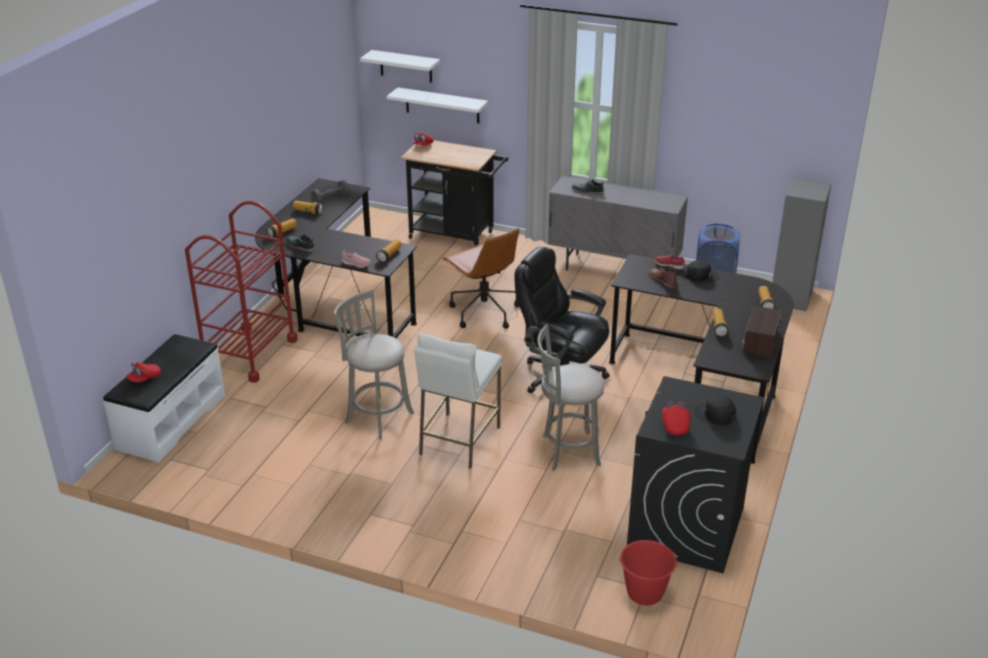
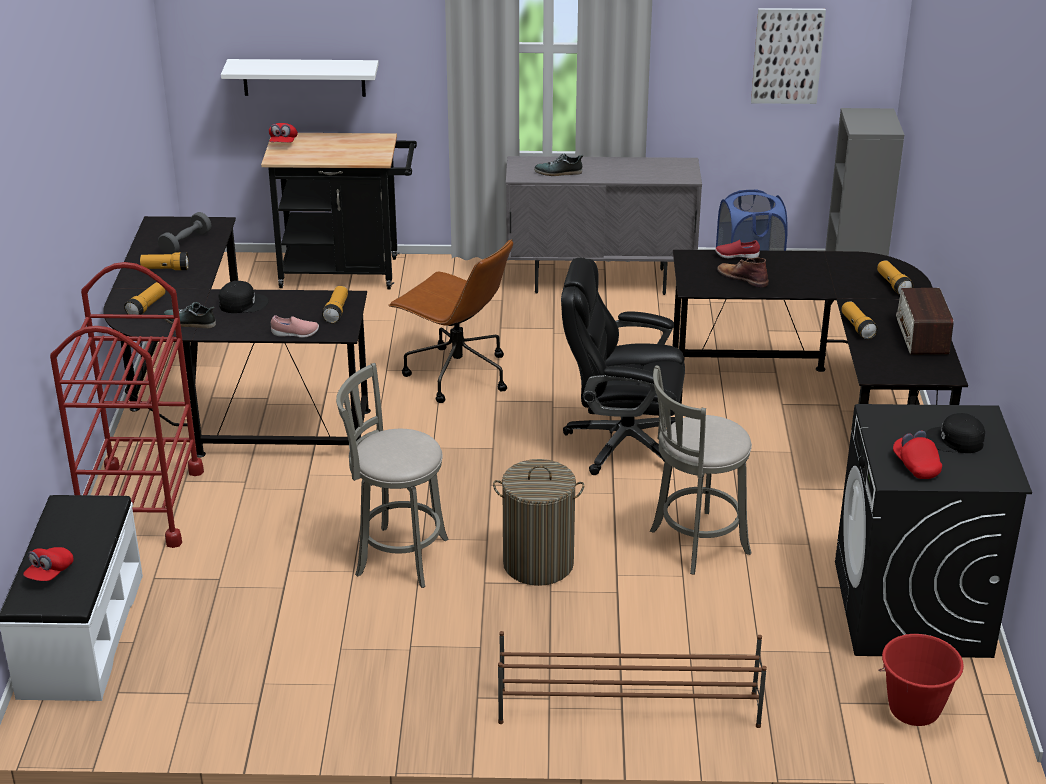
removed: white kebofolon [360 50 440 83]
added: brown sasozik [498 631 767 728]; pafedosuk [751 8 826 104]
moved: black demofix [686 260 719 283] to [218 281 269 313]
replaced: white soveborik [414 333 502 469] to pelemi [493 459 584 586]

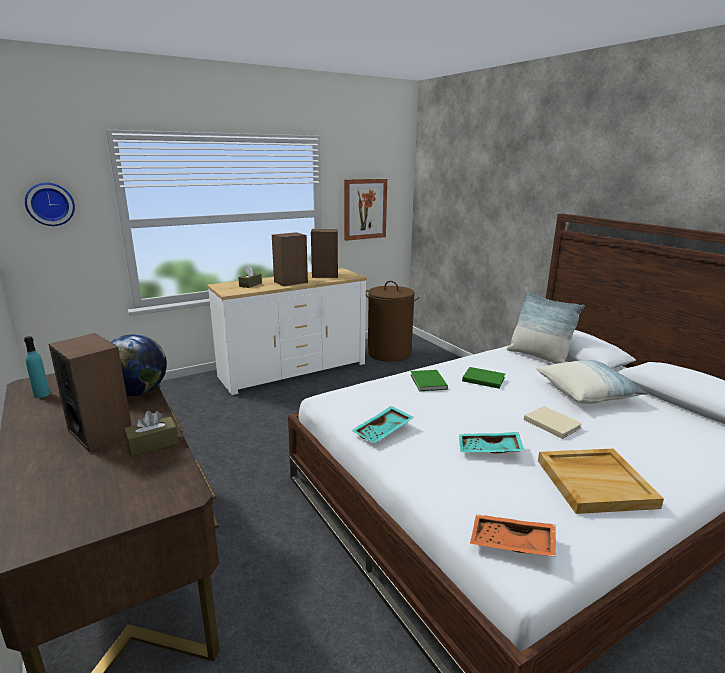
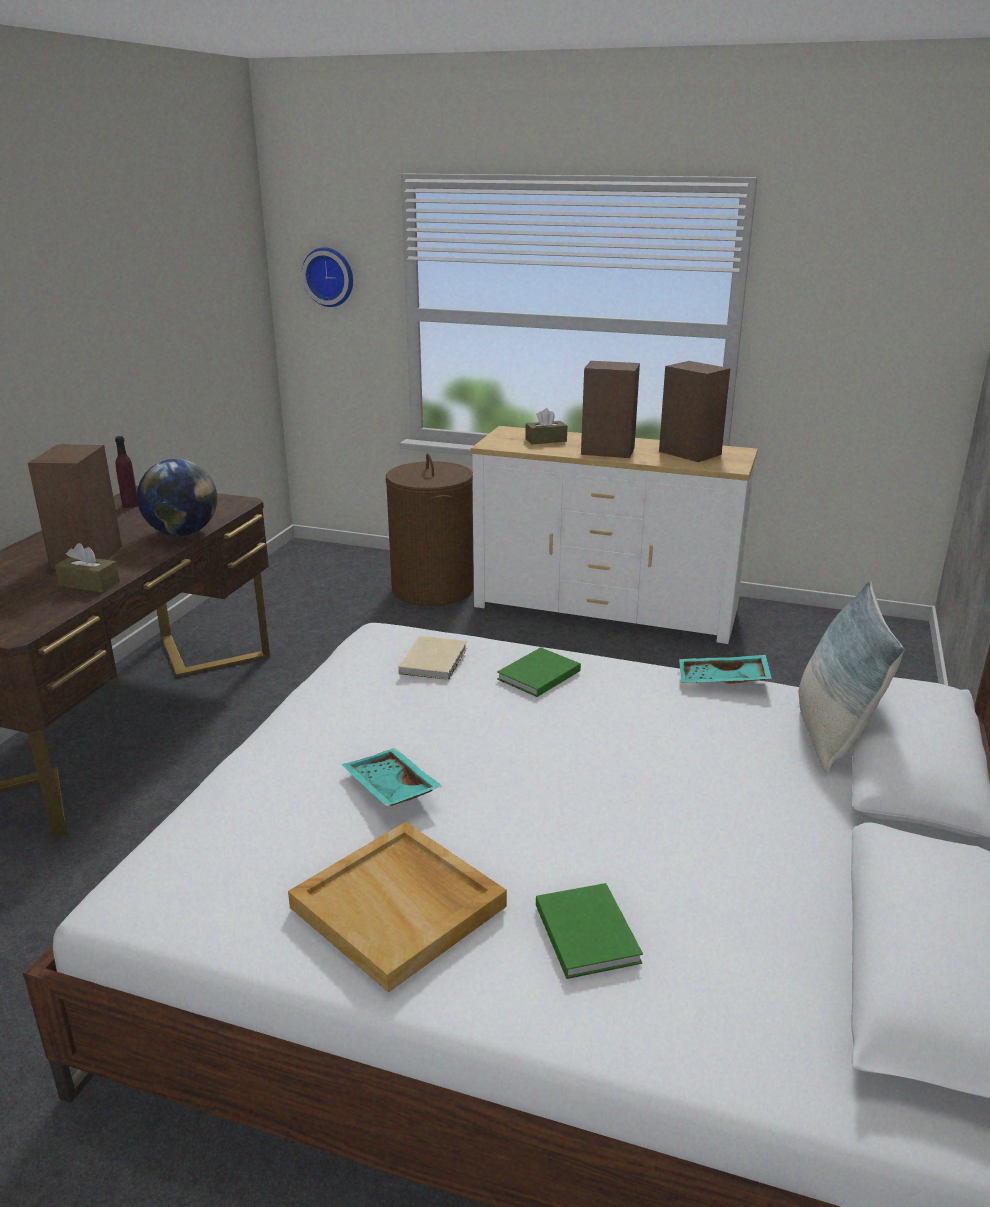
removed: pafedosuk [344 179 387 241]; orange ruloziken [470 515 556 557]; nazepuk [536 360 649 404]
moved: turquoise ruloziken [351 406 414 443] to [679 655 772 684]; brown pelemi [366 281 419 362] to [386 453 474 606]; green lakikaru [462 367 505 389] to [536 883 643 979]; beige lakikaru [524 406 583 439] to [399 636 467 680]
recoloured: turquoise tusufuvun [24 336 50 398] to purple tusufuvun [115 436 138 508]

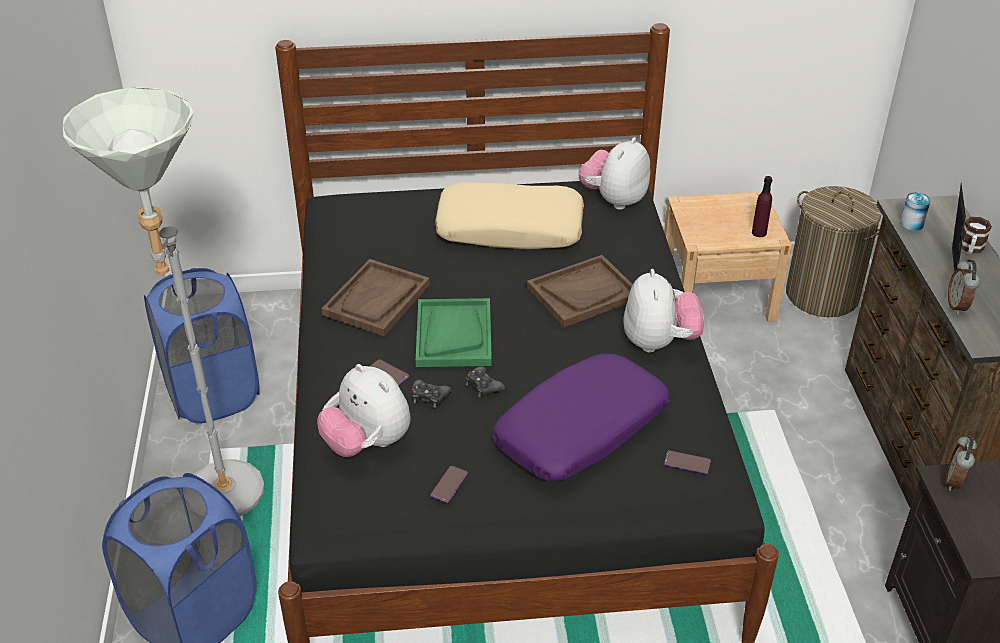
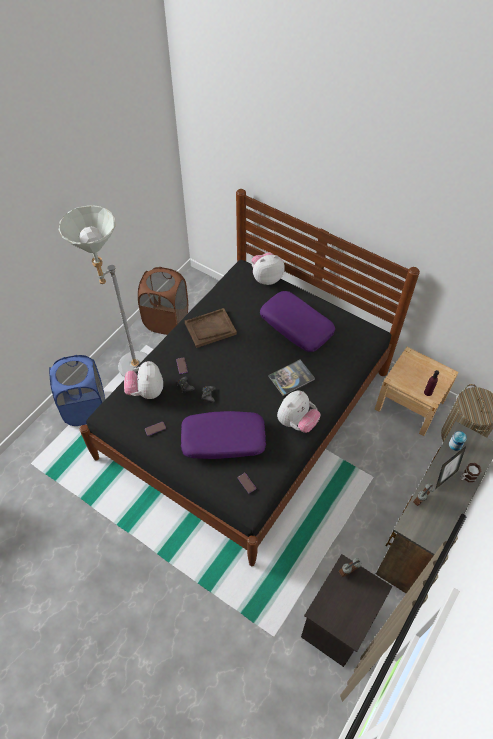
removed: green ruloziken [416 298 492 367]
moved: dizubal [578 137 651 210] to [252 252 285 285]
replaced: brown ruloziken [527 255 633 327] to lakikaru [268 360 315 396]
recoloured: blue pelemi [144 268 260 424] to brown pelemi [138 267 188 335]; beige nazepuk [435 182 584 249] to purple nazepuk [260 291 335 352]

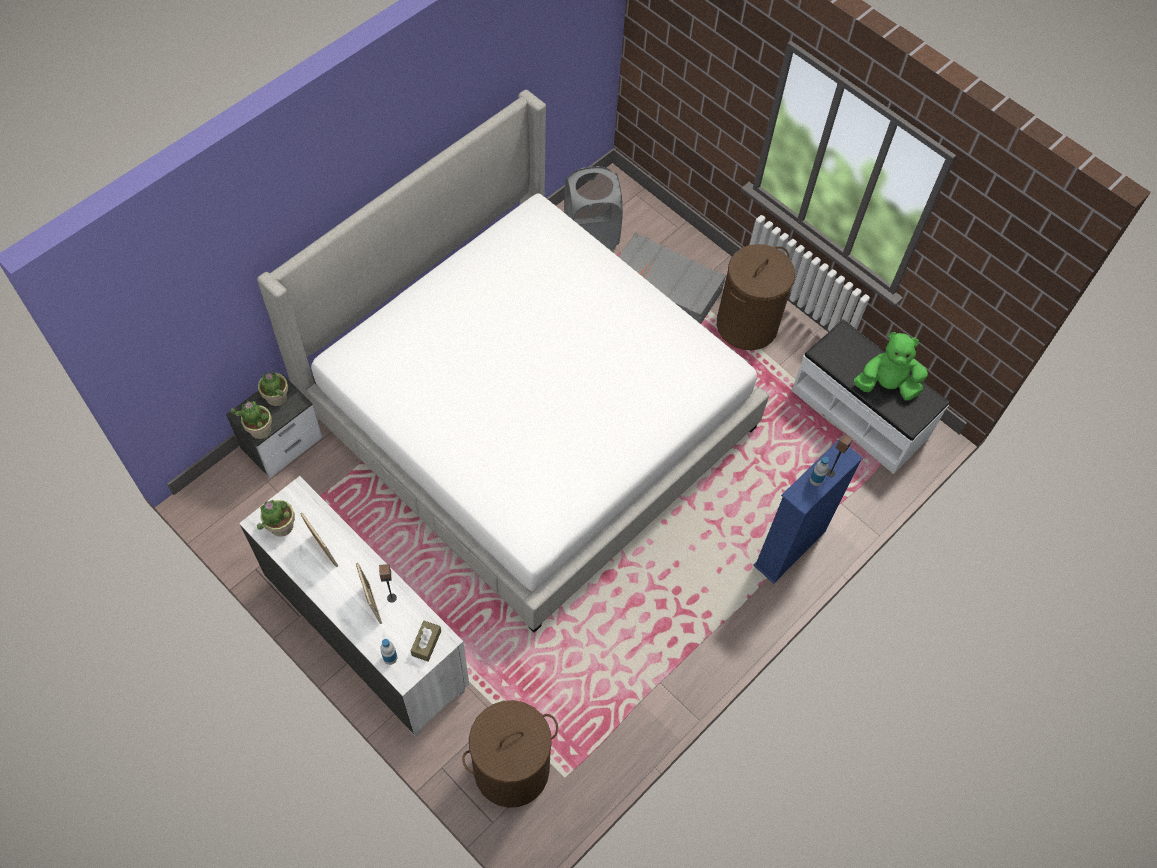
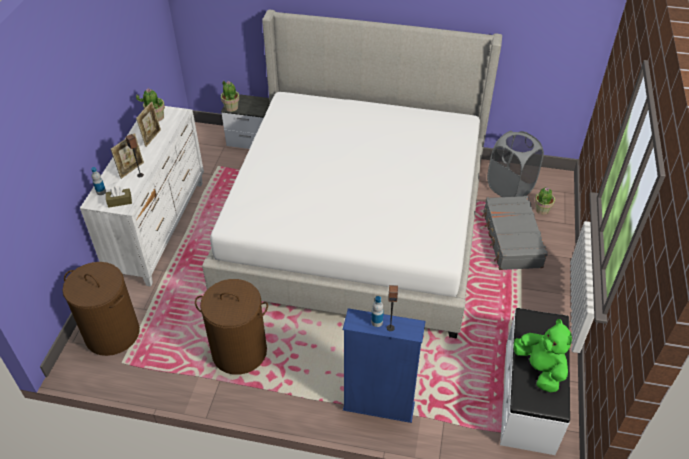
moved: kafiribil [258 372 288 406] to [535 187 555 215]; brown pelemi [717 244 795 350] to [195 279 268 375]

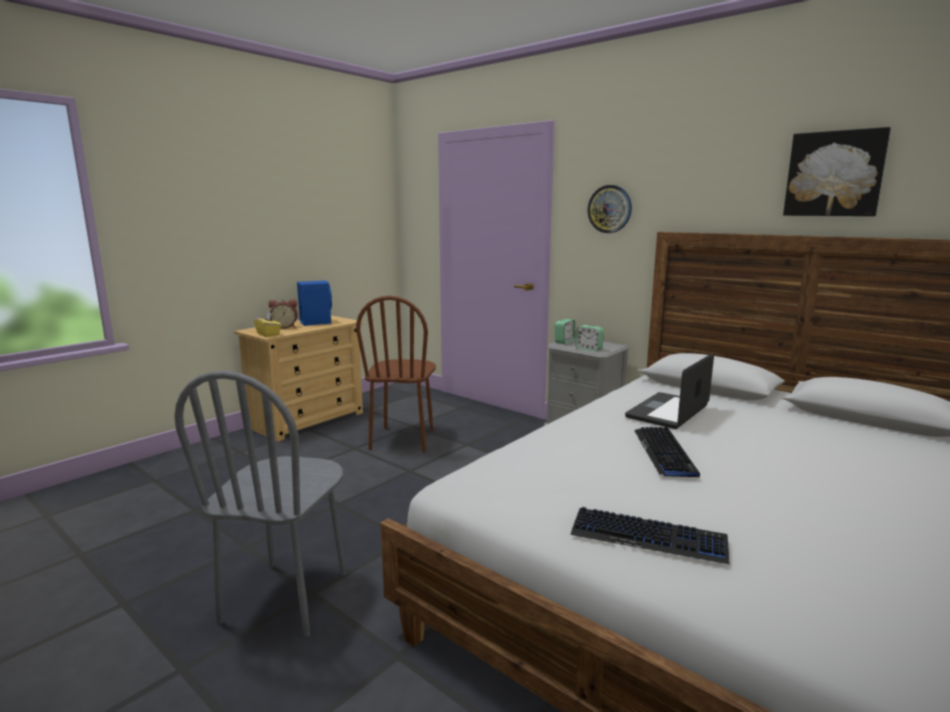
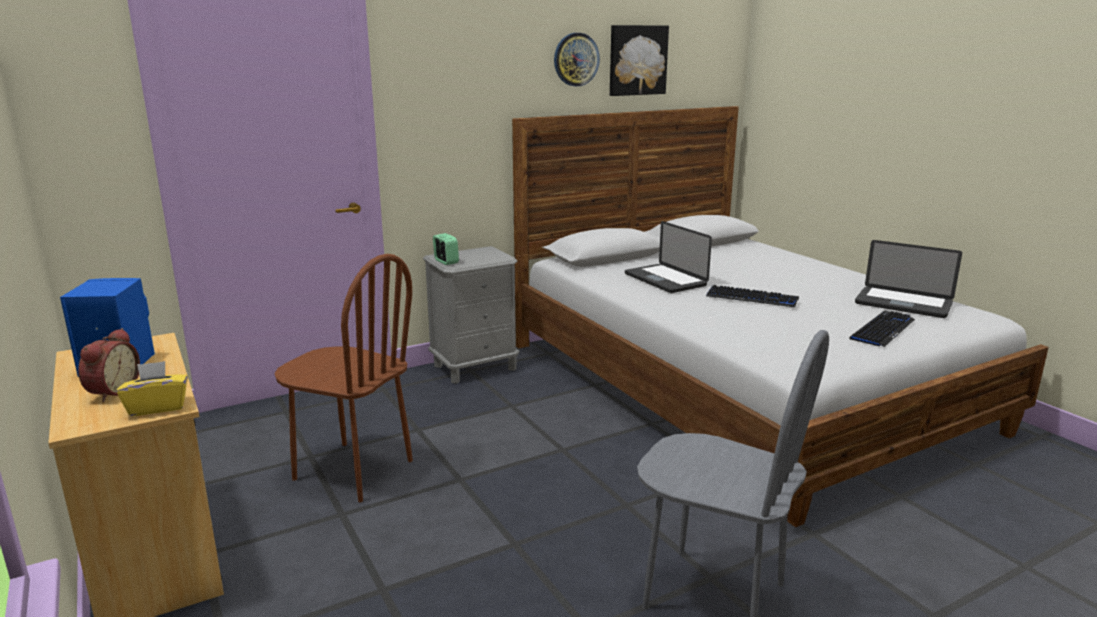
removed: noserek [575 325 604 351]
added: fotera [855 240 962 318]
moved: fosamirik [587 185 632 233] to [554 33 600 86]

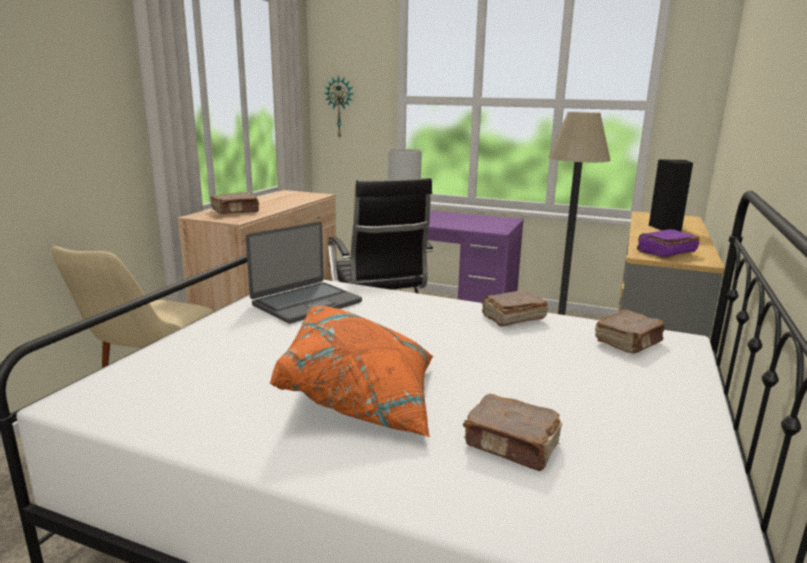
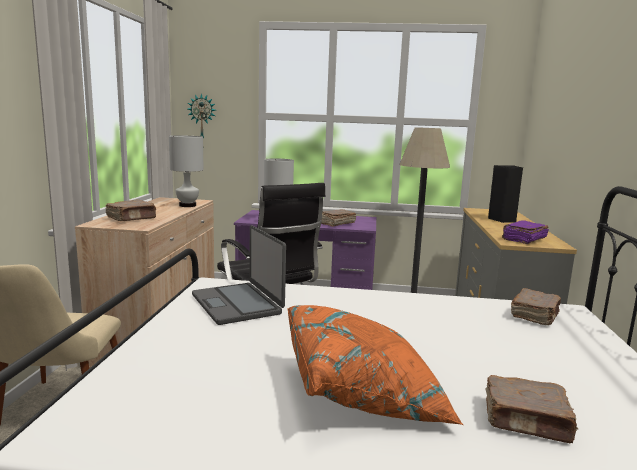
added: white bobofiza [169 135 203 207]
moved: brown lakikaru [482 290 548 327] to [321 209 356 227]
turned: fotera [246 222 362 324] = [192 225 286 325] 120 degrees clockwise

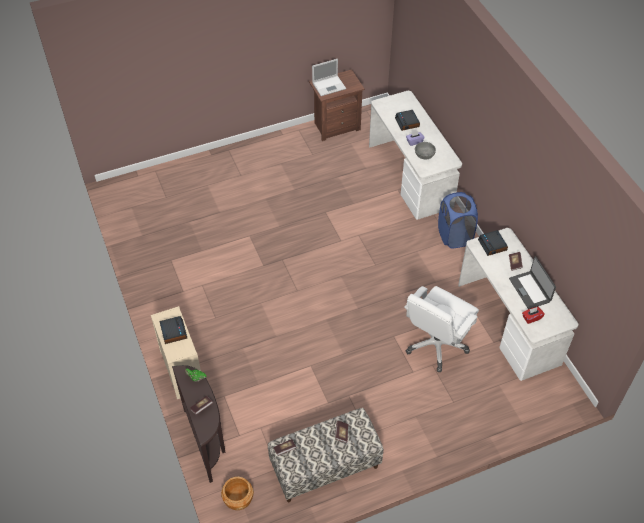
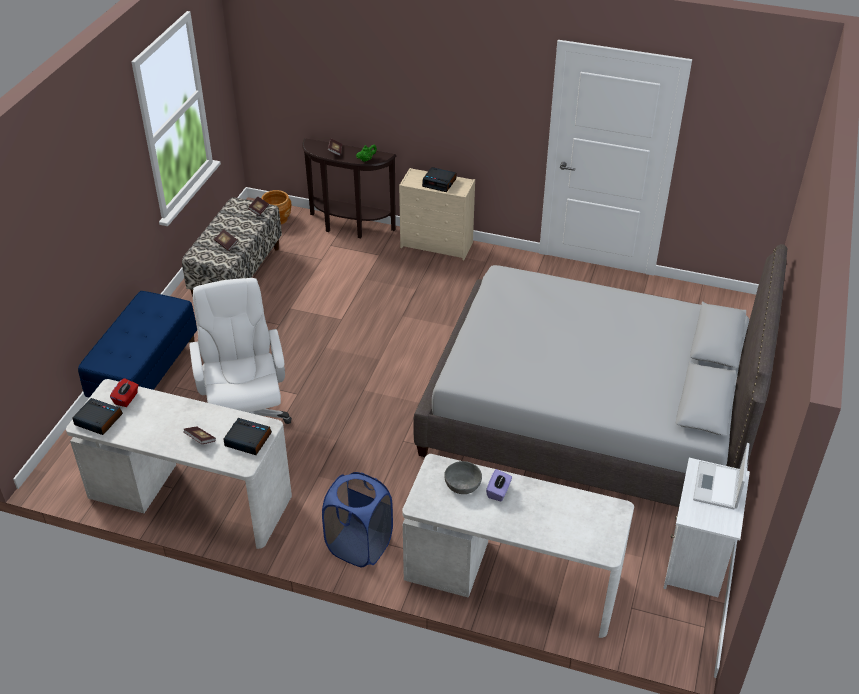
removed: fotera [509 256 556 309]
added: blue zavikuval [78 291 197 398]; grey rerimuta [413 244 787 507]
moved: noserek [395 110 420 131] to [72 398 123 435]
recoloured: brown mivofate [309 69 365 141] to white mivofate [663 458 750 597]

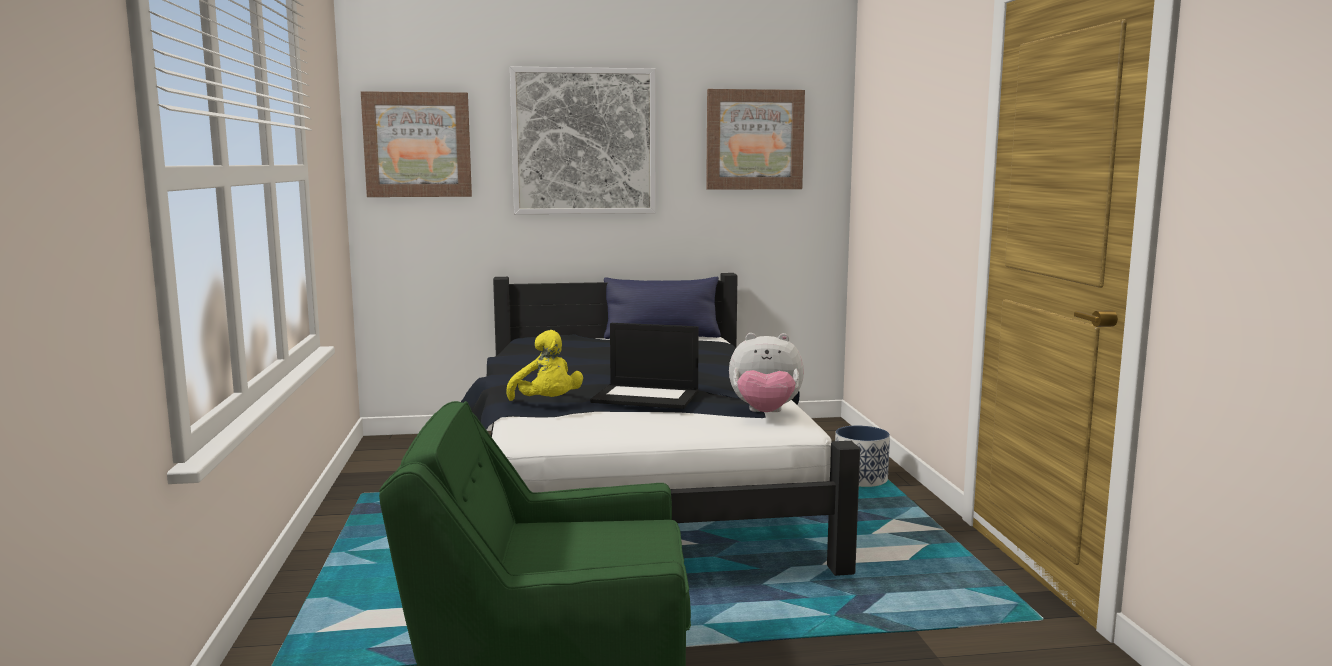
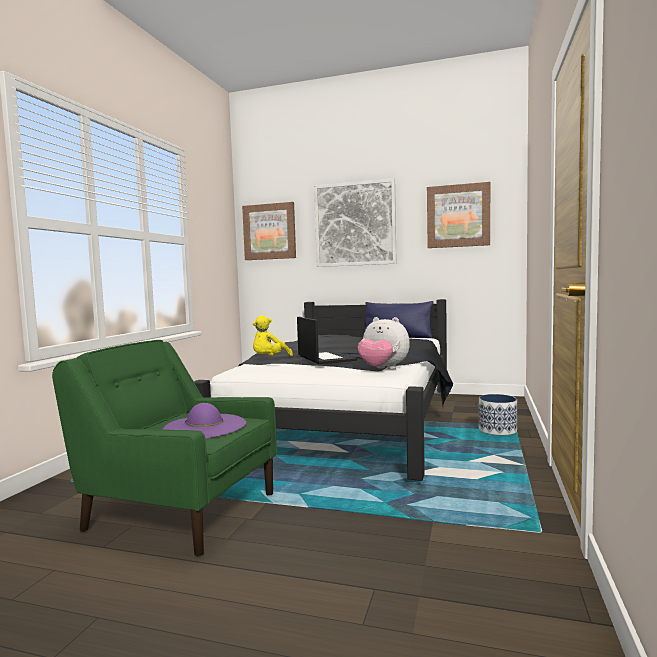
added: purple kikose [163 403 246 439]
turned: yellow dizubal [506 330 583 401] = [253 315 293 356] 45 degrees clockwise; fotera [590 323 699 409] = [297 317 357 364] 150 degrees counterclockwise

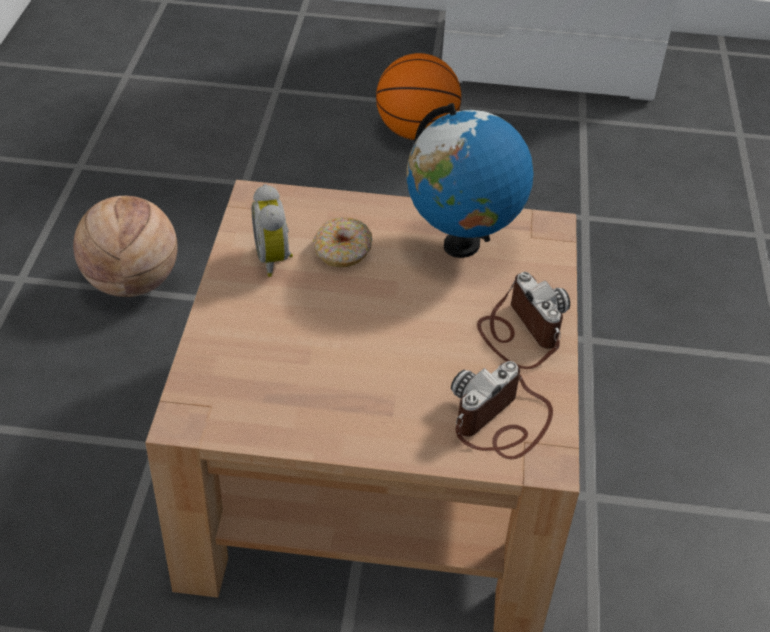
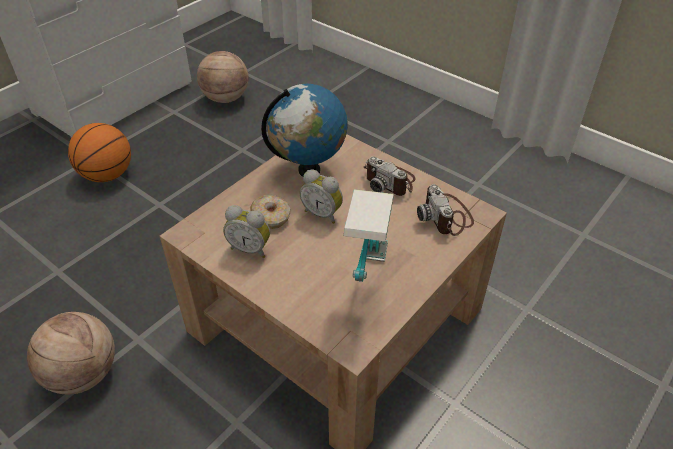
added: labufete [197 51 249 103]; noserek [300 170 343 224]; bobofiza [344 189 394 282]
turned: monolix [477 272 570 369] = [364 156 416 196] 150 degrees counterclockwise

